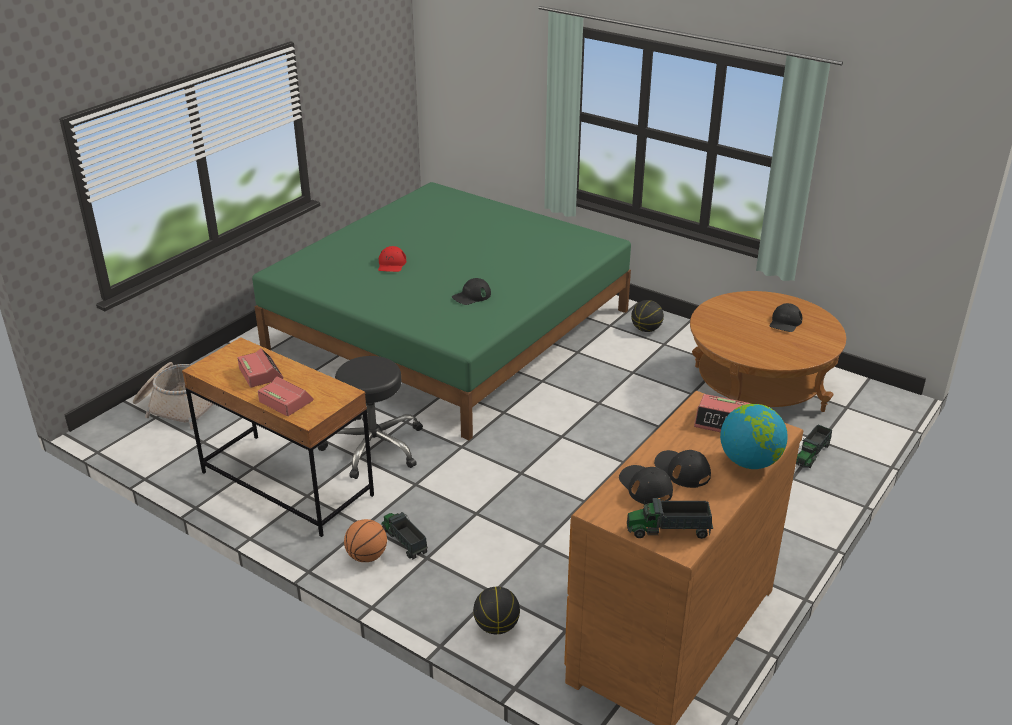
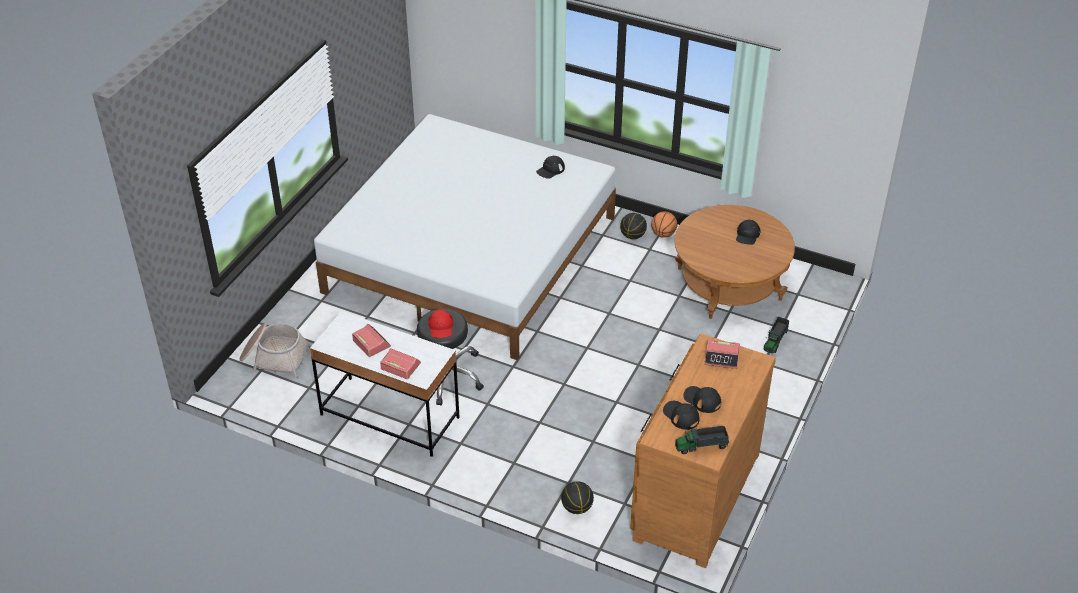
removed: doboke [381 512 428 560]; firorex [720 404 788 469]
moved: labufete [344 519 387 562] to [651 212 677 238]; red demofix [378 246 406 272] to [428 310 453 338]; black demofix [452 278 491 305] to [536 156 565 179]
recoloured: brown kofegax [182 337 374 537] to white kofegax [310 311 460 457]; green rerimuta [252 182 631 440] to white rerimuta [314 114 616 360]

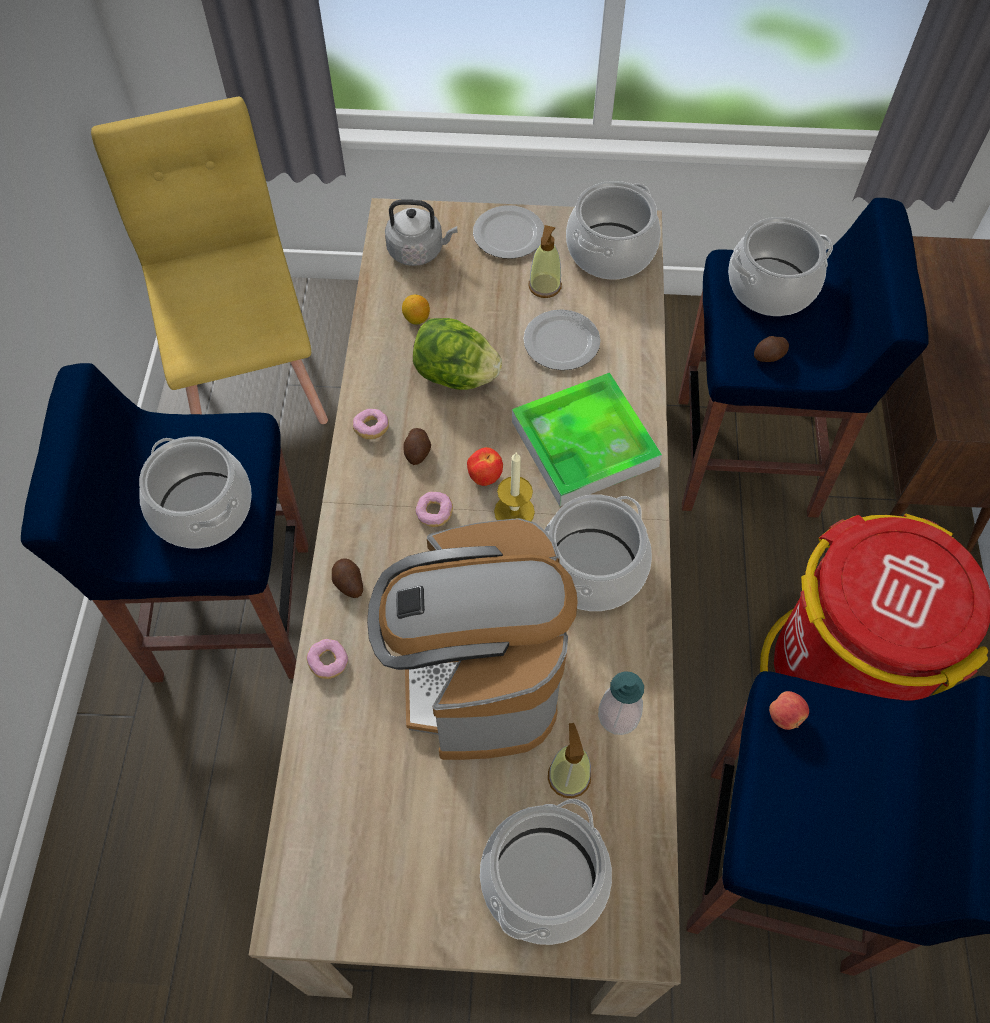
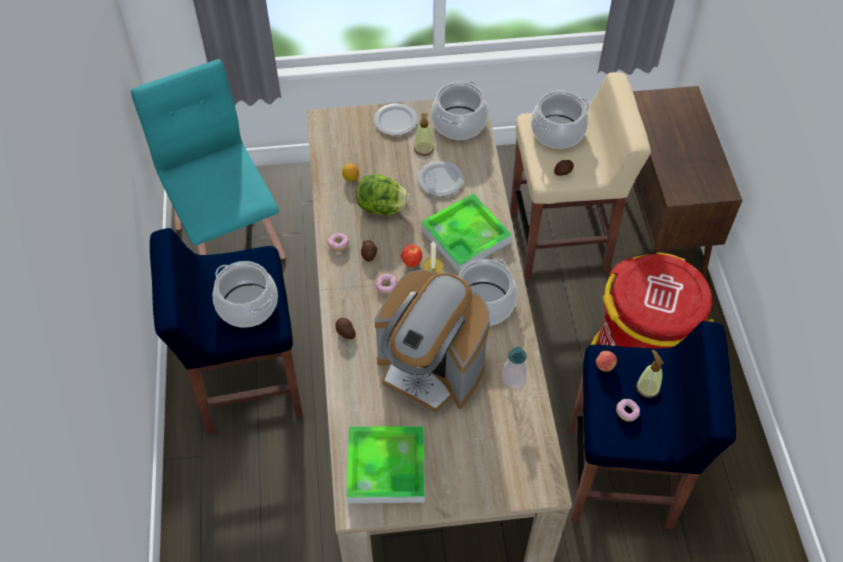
removed: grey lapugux [385 199 457 266]; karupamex [480 799 612 945]
added: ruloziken [347 426 425 503]
moved: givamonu [306 639 348 679] to [616 399 640 422]; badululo [548 723 591 798] to [636 350 664 398]
recoloured: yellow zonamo [91 97 328 424] to turquoise zonamo [131 59 286 259]; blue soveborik [678 198 928 518] to beige soveborik [510 72 651 279]
turned: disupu [367 518 578 760] = [374 270 490 414] 45 degrees counterclockwise

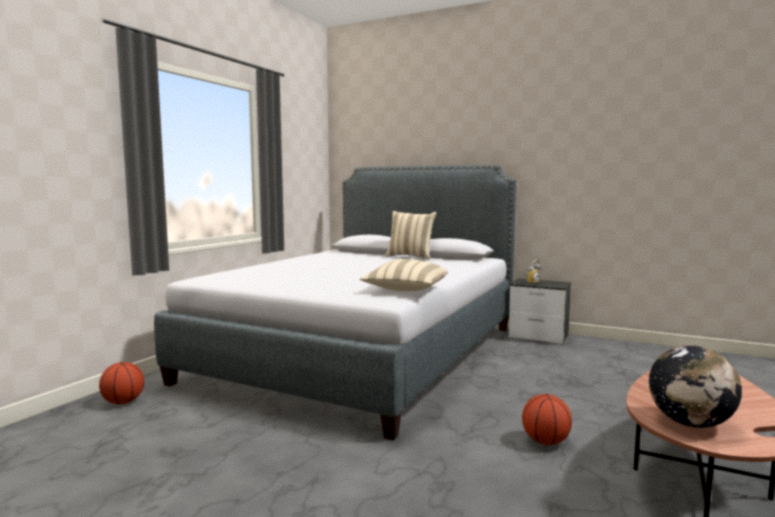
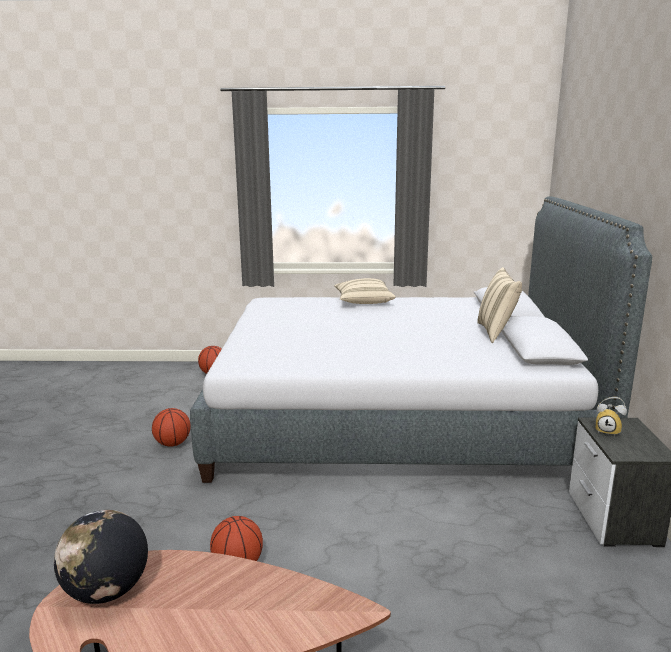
added: labufete [152 408 191 447]
moved: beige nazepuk [360 259 448 291] to [334 278 396 304]

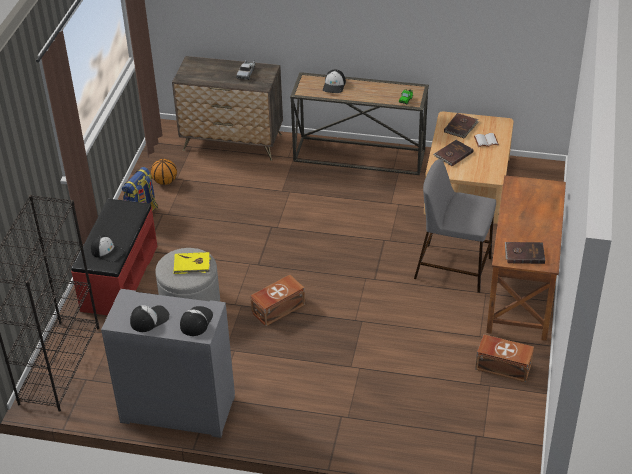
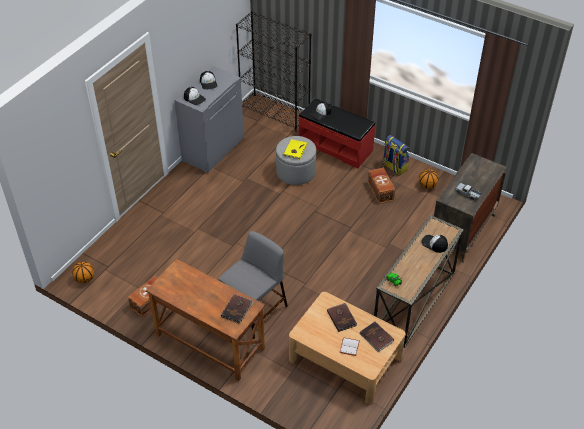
added: labufete [72 262 94 283]
moved: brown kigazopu [250 275 305 326] to [368 167 395 204]; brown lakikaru [505 242 545 264] to [221 294 254 324]

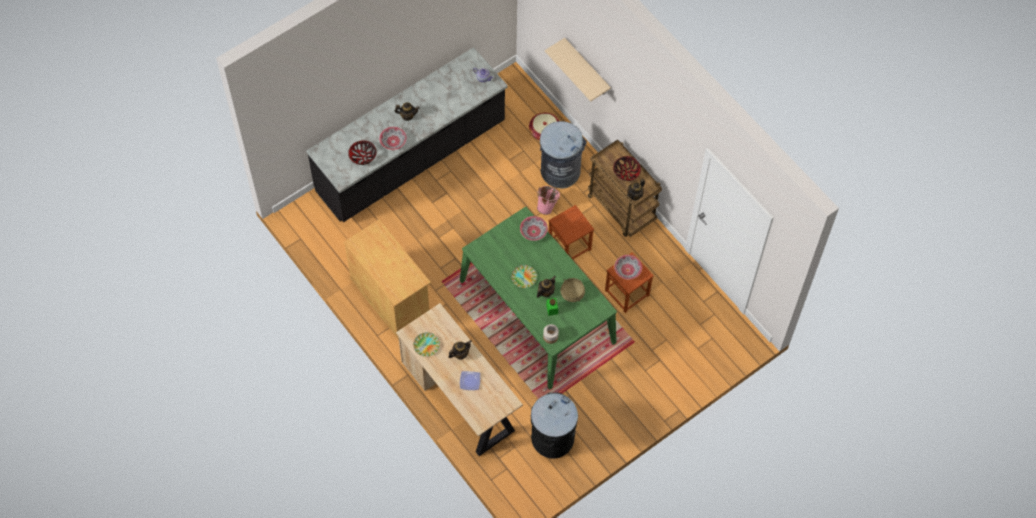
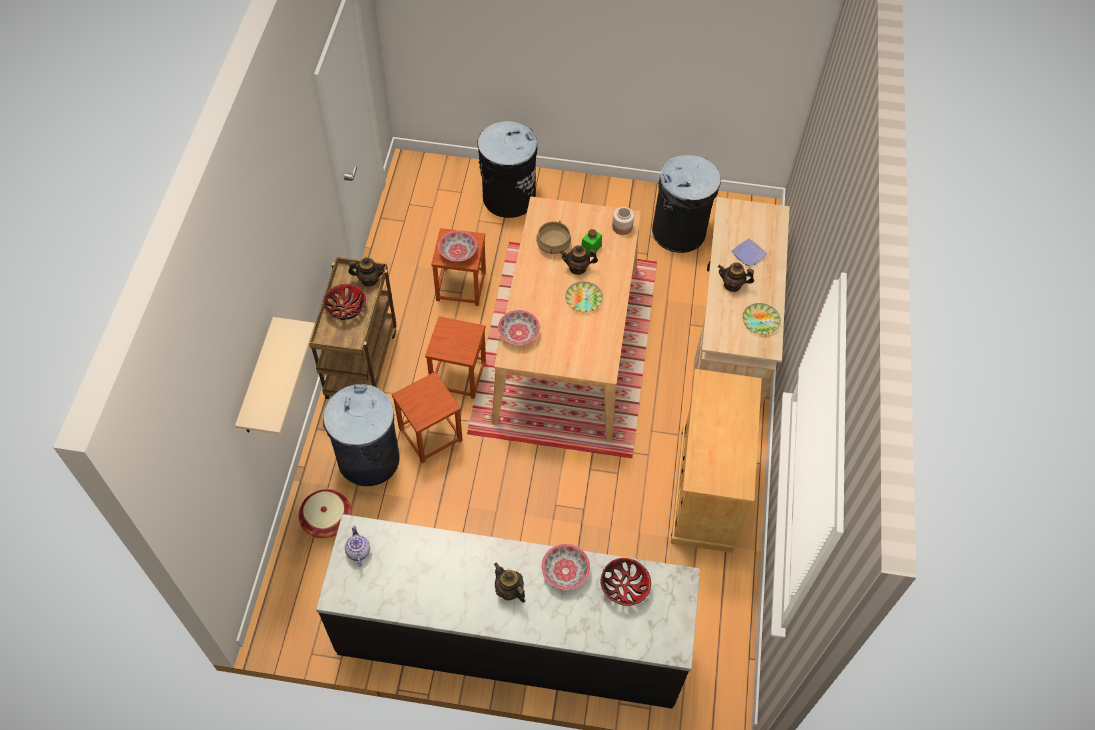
added: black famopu [477 121 537 218]
replaced: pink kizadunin [537 186 560 215] to brown soveborik [392 372 463 463]
recoloured: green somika [460 207 617 389] to beige somika [491 197 641 442]

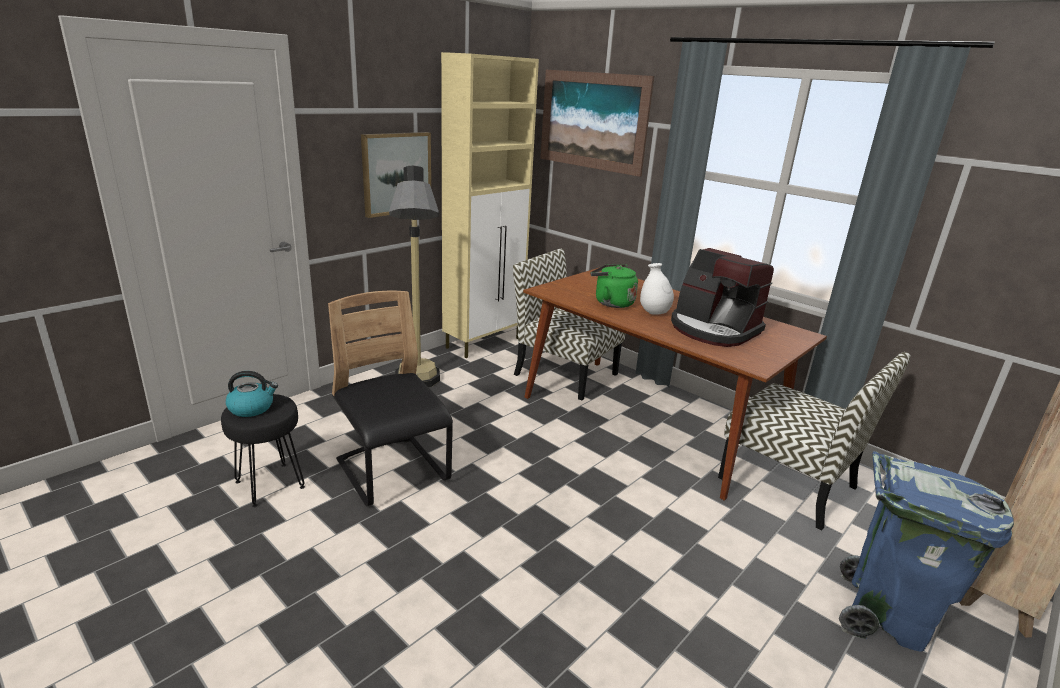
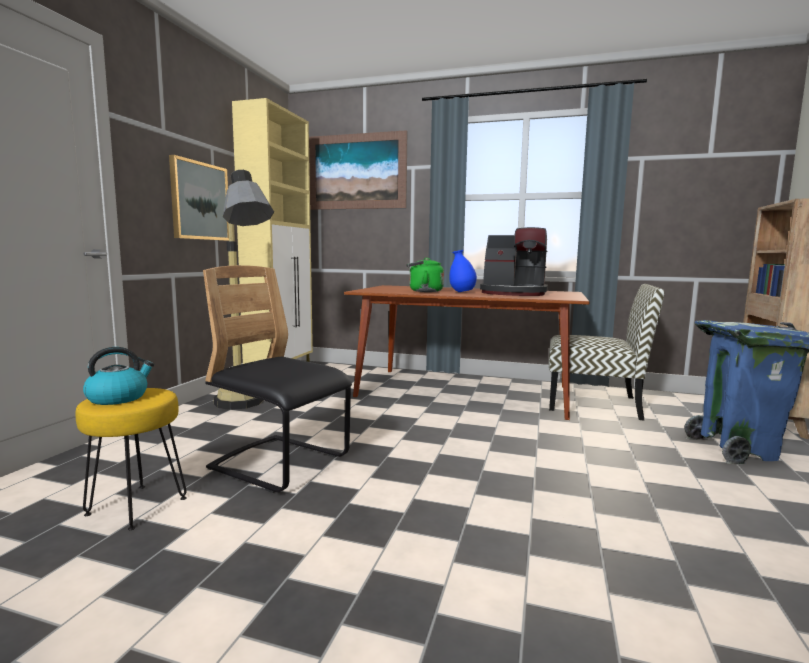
removed: zonamo [513 249 626 401]
recoloured: black soveborik [221 394 305 508] to yellow soveborik [75 388 187 530]; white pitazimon [640 263 674 315] to blue pitazimon [450 250 477 292]

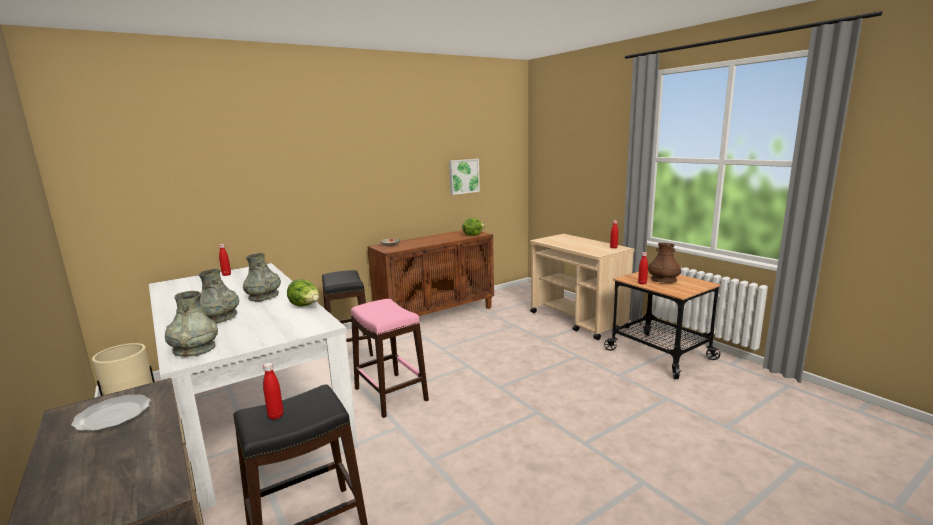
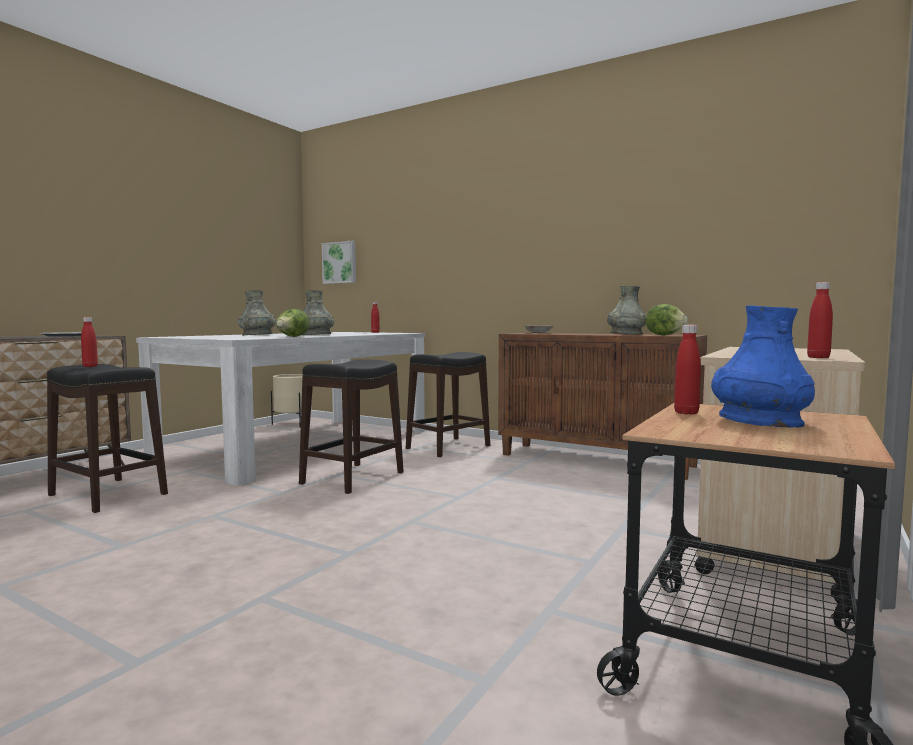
moved: grey pitazimon [165 291 218 357] to [607 286 646 335]; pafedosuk [449 159 480 195] to [322 241 356 284]
recoloured: pink soveborik [351 299 429 418] to black soveborik [299 359 404 494]; brown pitazimon [648 243 681 283] to blue pitazimon [711 305 815 428]

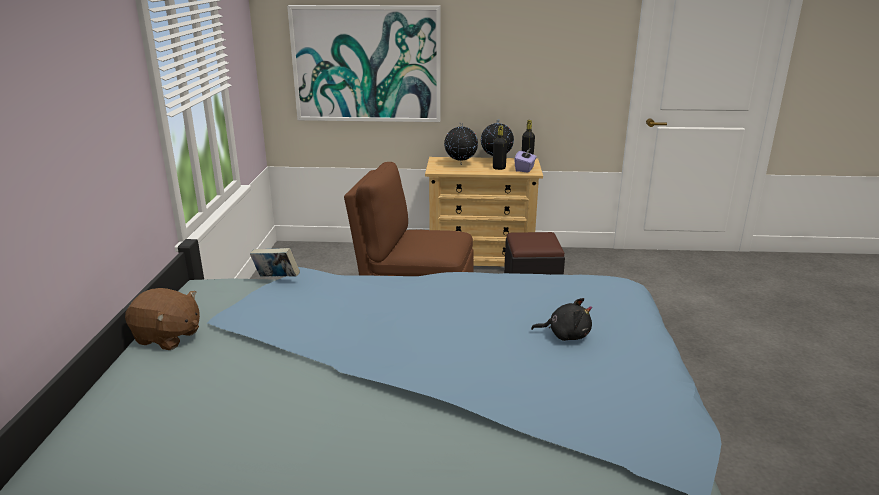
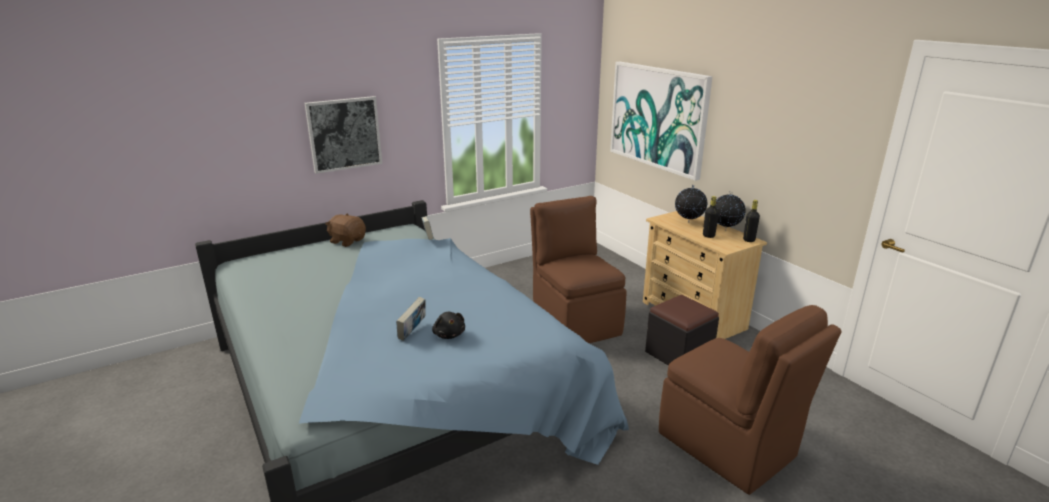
removed: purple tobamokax [514 147 537 172]
added: pafedosuk [304 96 383 174]; lakikaru [396 297 426 341]; brown zonamo [659 305 841 495]
turned: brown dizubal [125 288 200 350] = [325 213 366 247] 135 degrees clockwise

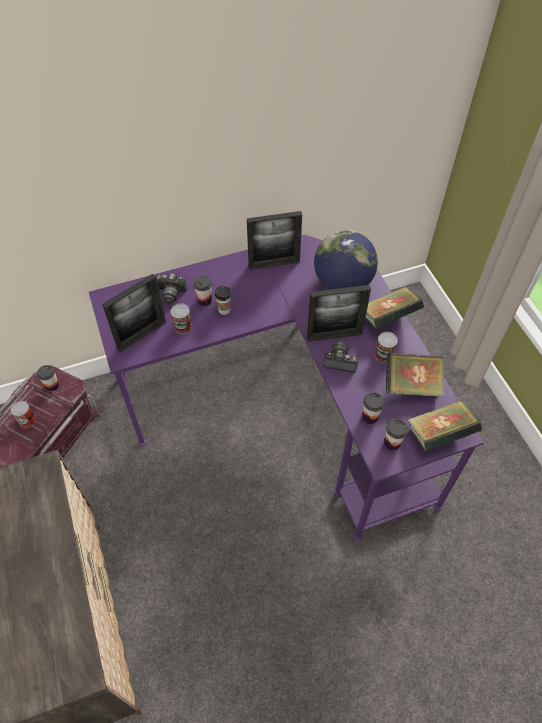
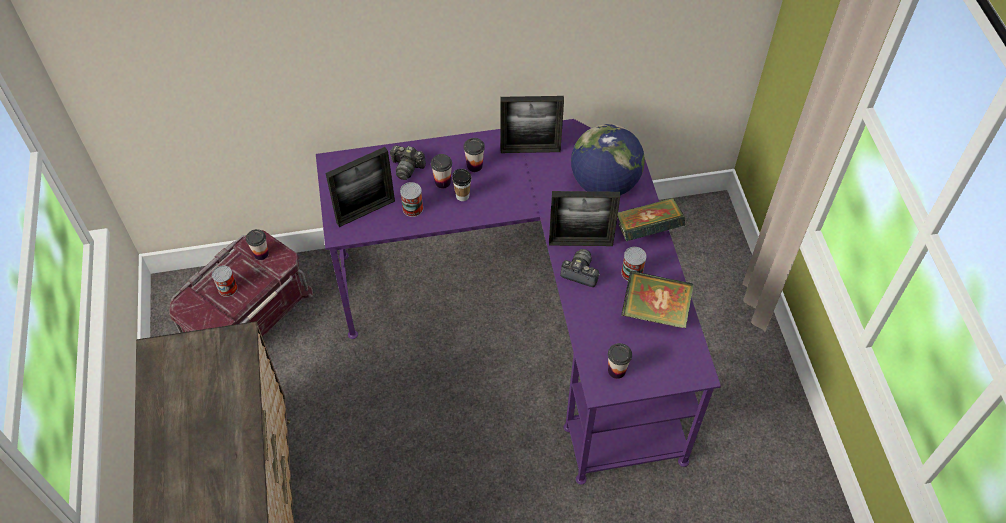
removed: lakikaru [408 400 482 451]
moved: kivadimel [363 392 385 424] to [464 138 485 172]

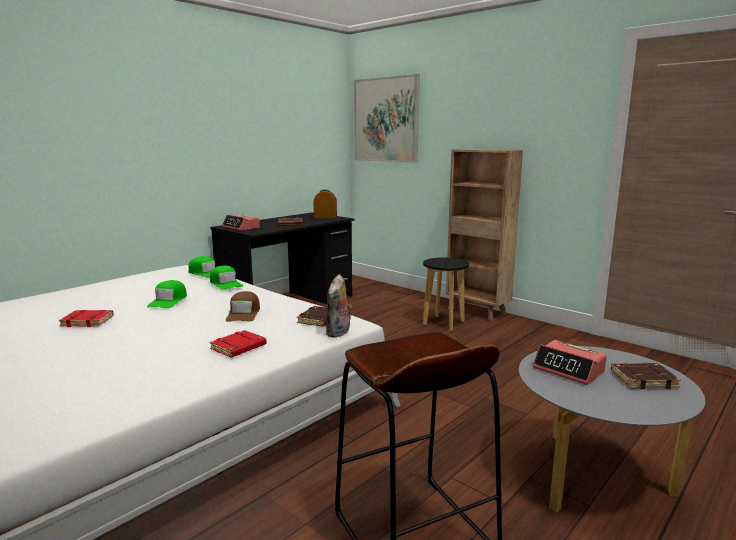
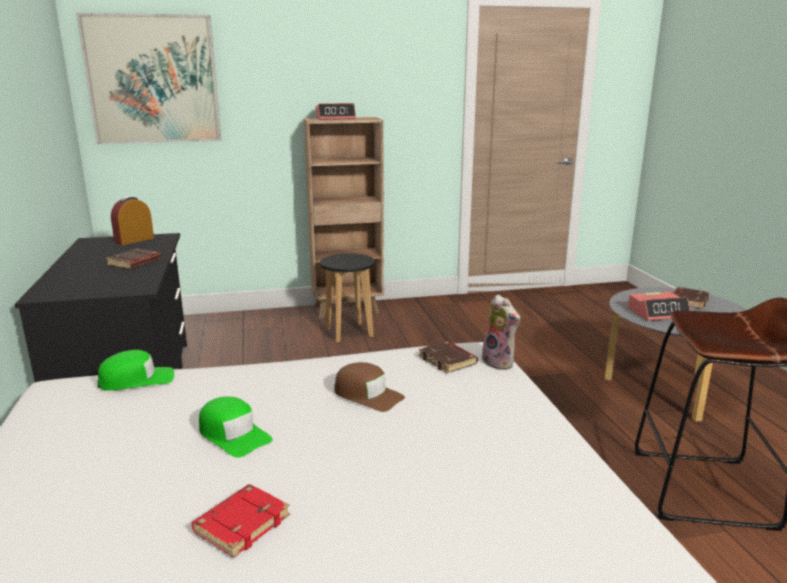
removed: green demofix [210 265 243 290]; red lakikaru [210 330 267 357]
moved: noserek [222 215 260 231] to [315 103 356 120]

